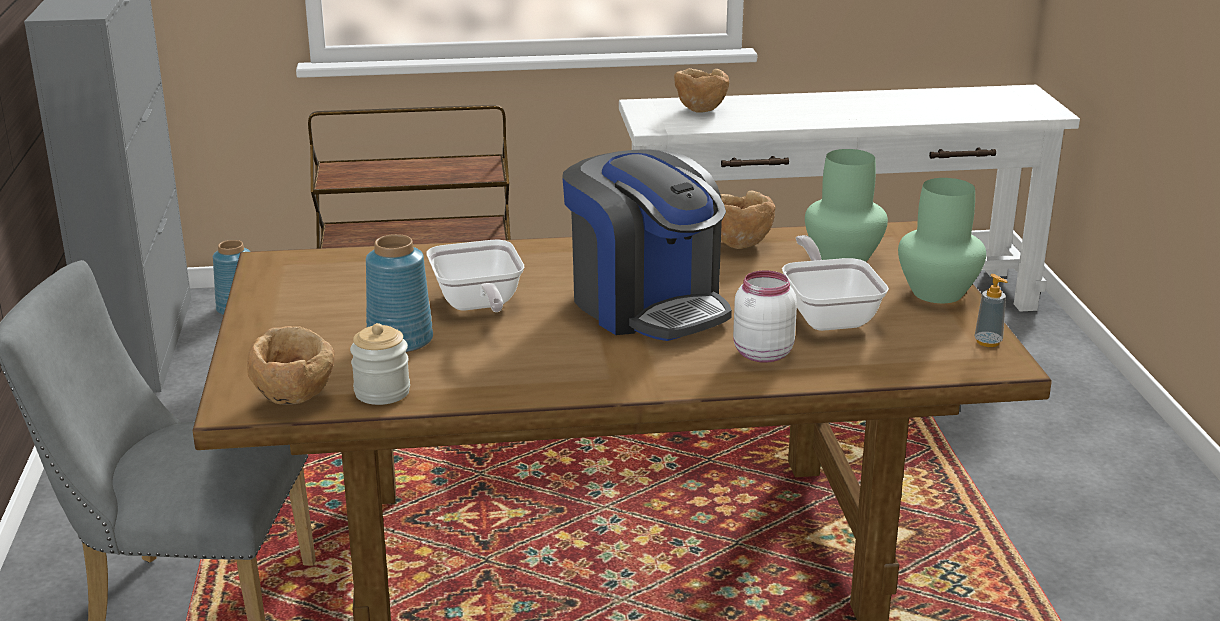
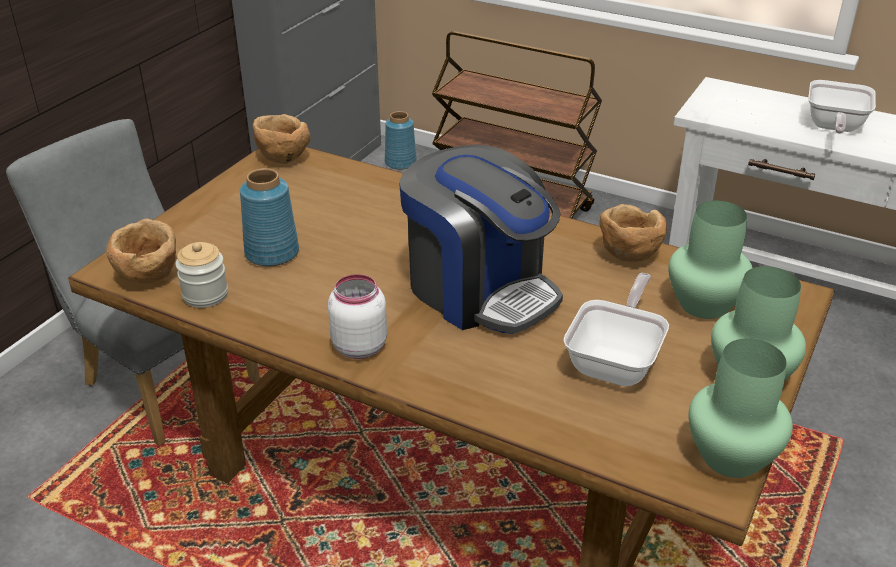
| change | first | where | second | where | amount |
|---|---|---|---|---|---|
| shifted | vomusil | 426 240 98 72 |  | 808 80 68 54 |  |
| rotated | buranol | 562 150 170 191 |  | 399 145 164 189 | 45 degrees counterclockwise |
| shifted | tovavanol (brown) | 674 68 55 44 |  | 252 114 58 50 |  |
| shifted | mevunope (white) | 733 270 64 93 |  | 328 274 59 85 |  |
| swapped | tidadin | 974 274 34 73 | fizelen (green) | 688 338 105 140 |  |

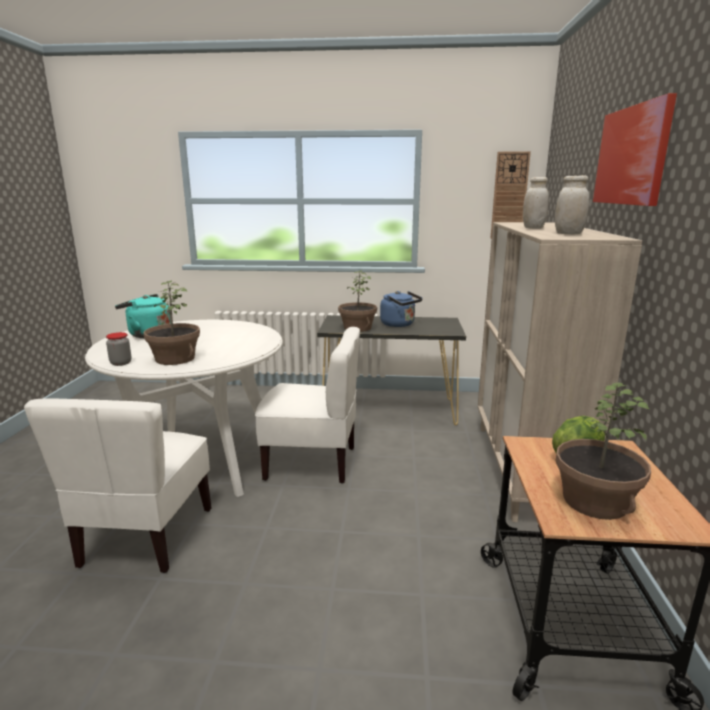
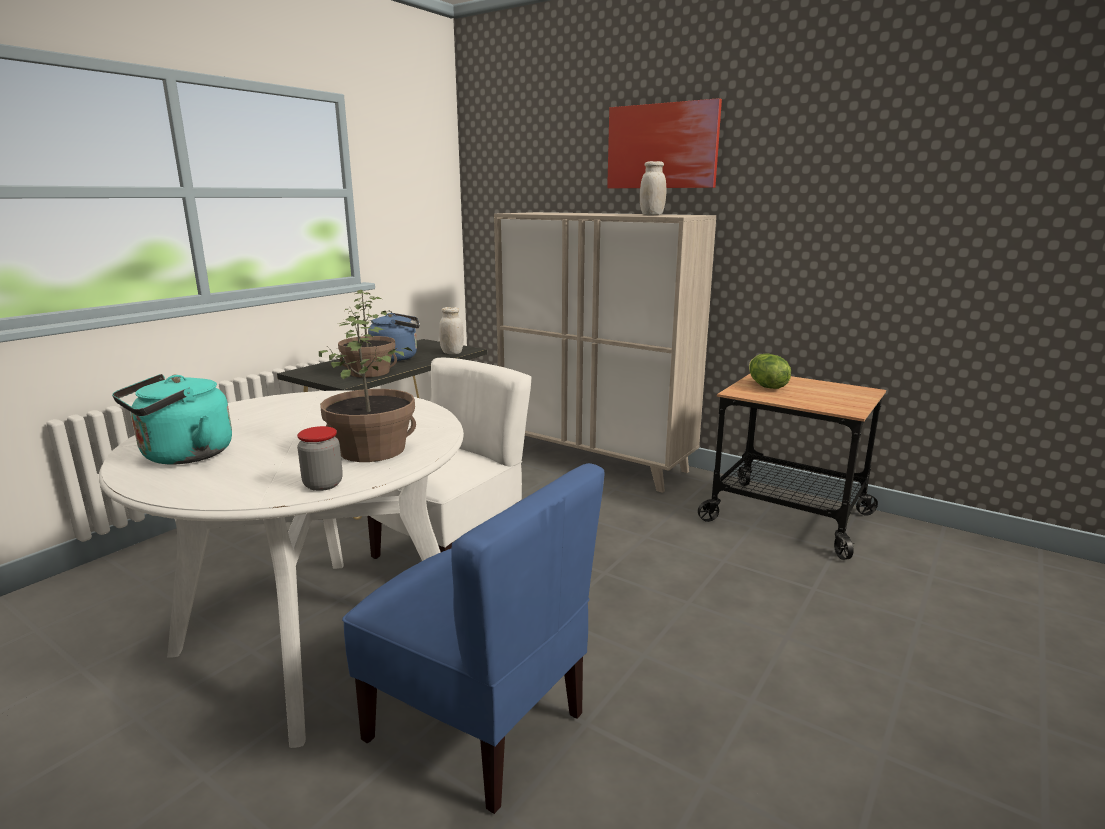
| change | first | where | second | where | amount |
|---|---|---|---|---|---|
| repainted | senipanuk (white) | 24 399 187 174 | senipanuk (blue) | 342 463 263 351 |  |
| gone | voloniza | 490 151 41 88 |  |  |  |
| shifted | mevunope (white) | 523 177 26 52 |  | 439 307 25 47 |  |
| gone | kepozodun | 556 382 95 138 |  |  |  |

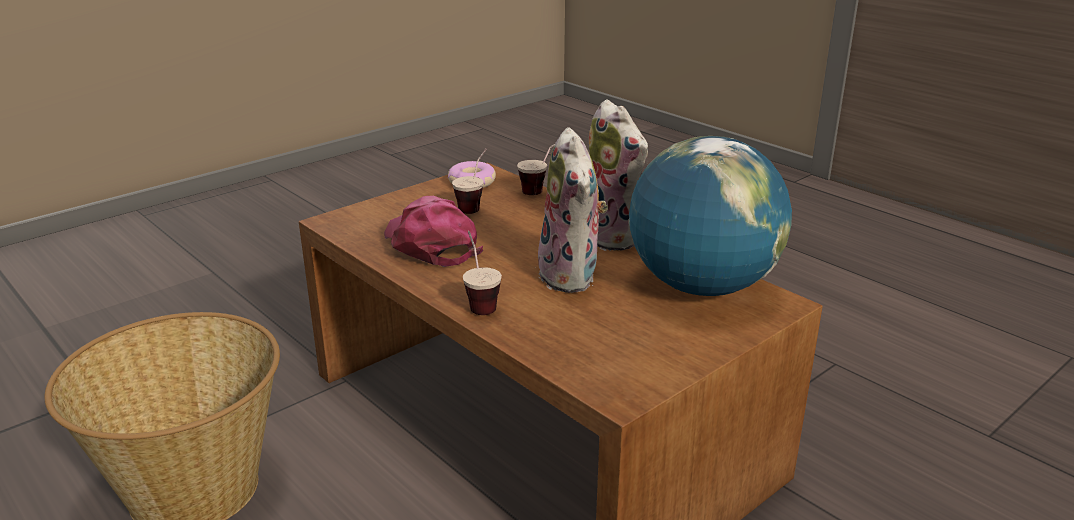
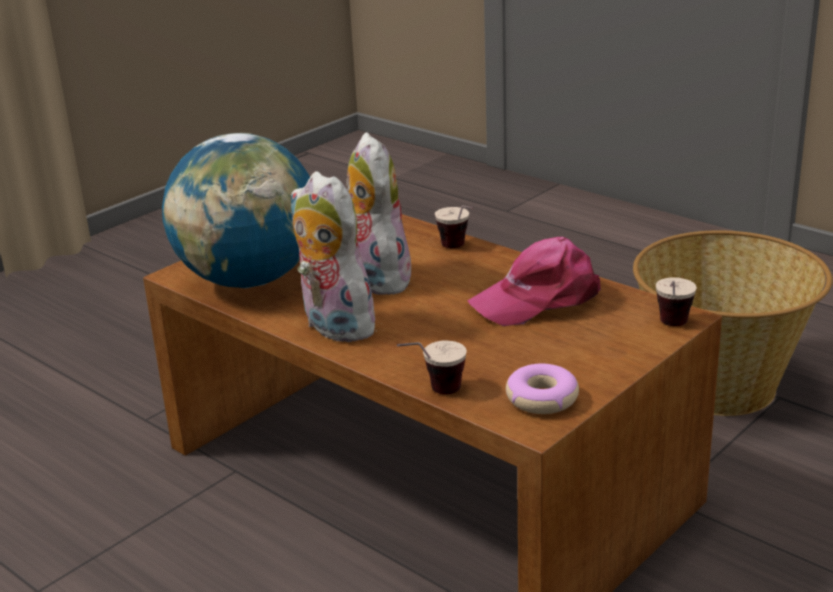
| change | first | where | second | where | amount |
|---|---|---|---|---|---|
| rotated | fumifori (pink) | 384 196 99 71 |  | 467 237 134 89 | 105 degrees clockwise |
| shifted | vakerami | 452 149 35 65 |  | 656 277 41 49 |  |

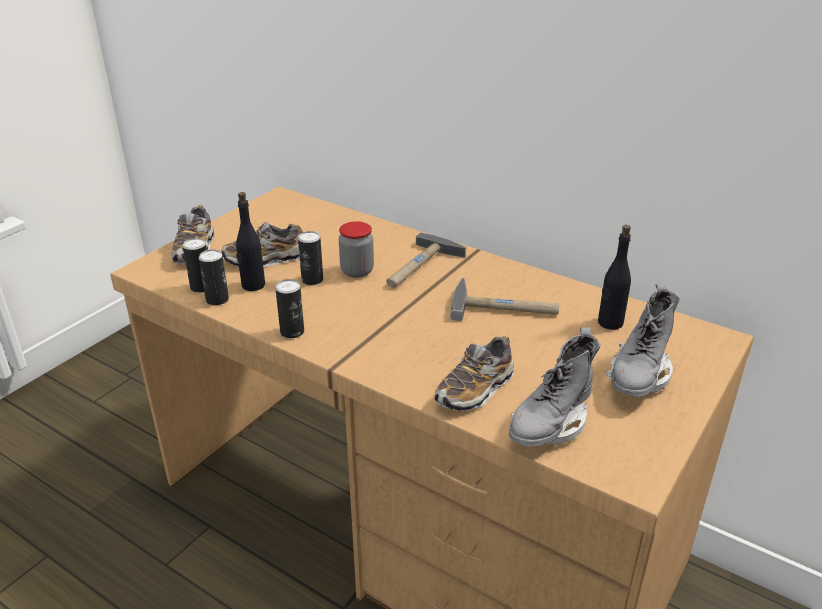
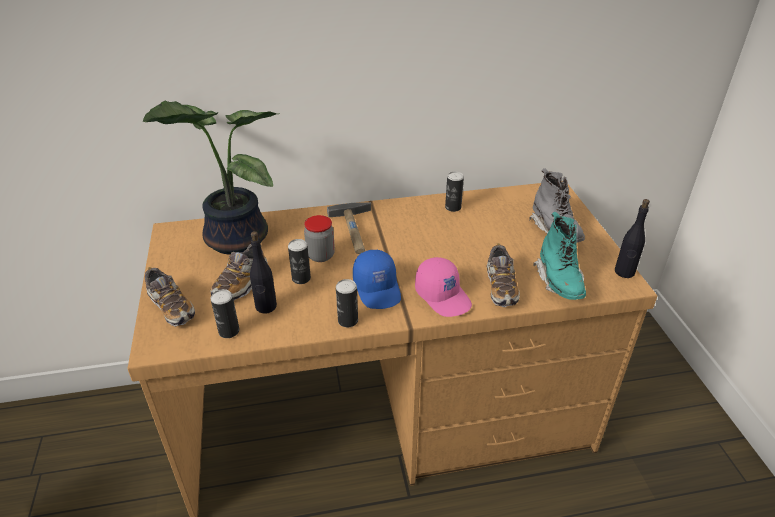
| change | first | where | second | where | amount |
|---|---|---|---|---|---|
| shifted | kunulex | 199 249 30 56 |  | 445 172 19 40 |  |
| gone | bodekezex | 450 278 109 43 |  |  |  |
| repainted | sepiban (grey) | 509 327 91 120 | sepiban (turquoise) | 533 212 53 88 |  |
| shifted | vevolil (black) | 598 225 33 105 |  | 615 199 35 79 |  |
| new |  |  | kepozodun | 143 100 136 155 |  |
| new |  |  | fumifori (blue) | 353 250 48 59 |  |
| new |  |  | fumifori (pink) | 415 257 57 60 |  |

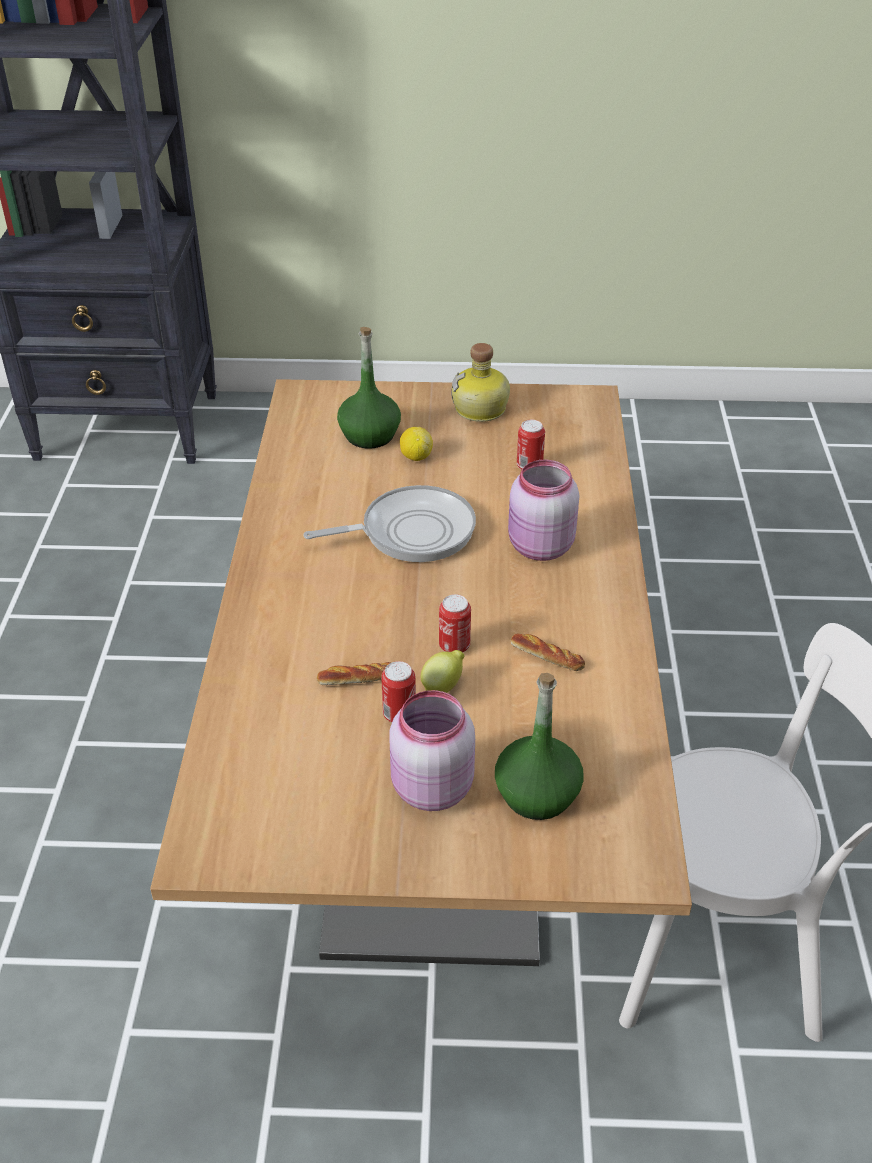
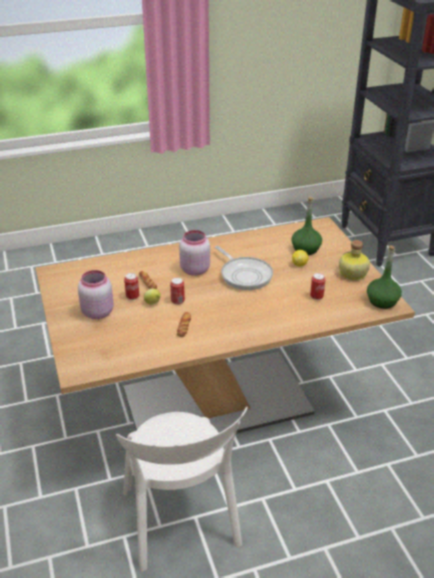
| change | first | where | second | where | amount |
|---|---|---|---|---|---|
| shifted | vevolil (green) | 495 673 89 147 |  | 367 245 35 64 |  |
| shifted | mevunope (pink) | 508 460 71 101 |  | 179 230 31 46 |  |

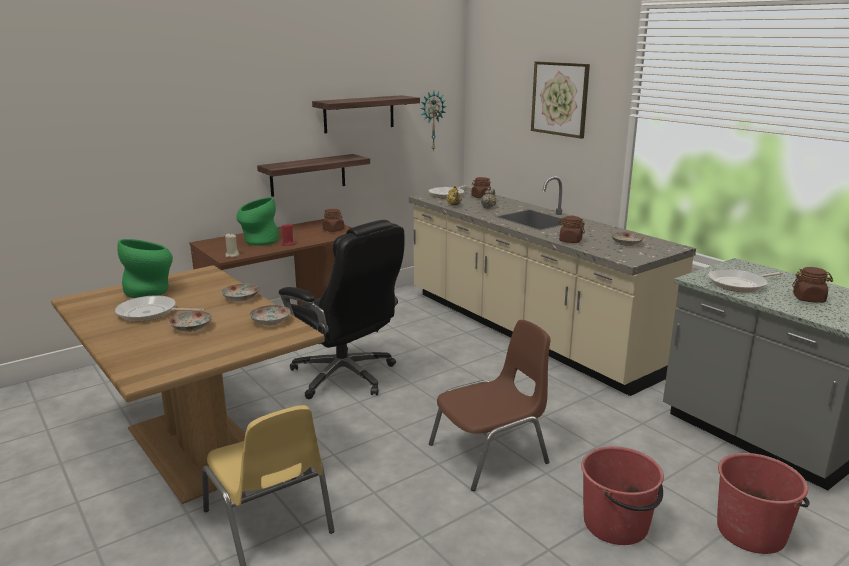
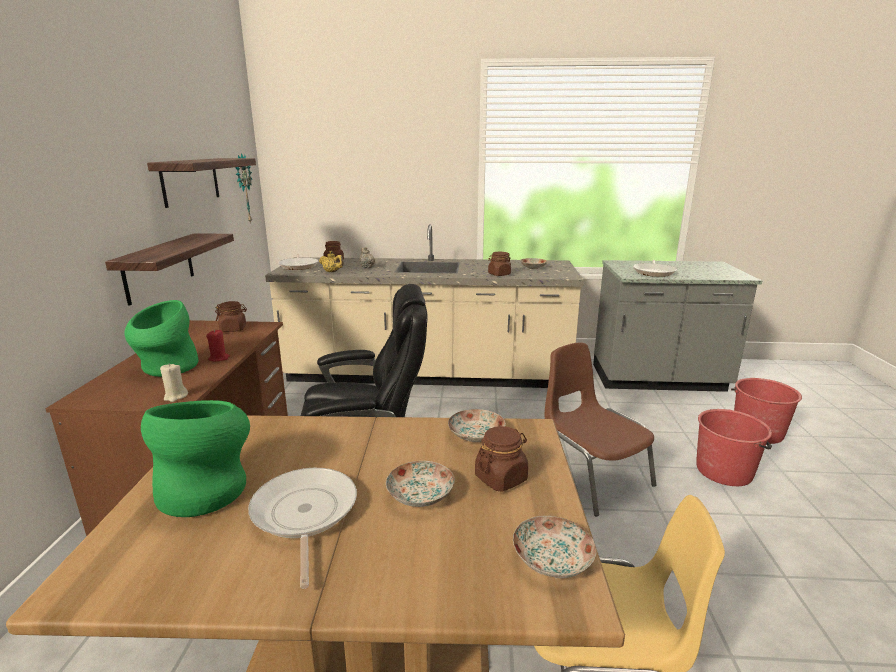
| change | first | where | second | where | amount |
|---|---|---|---|---|---|
| rotated | vomusil | 115 296 90 25 |  | 248 468 109 121 | 120 degrees clockwise |
| shifted | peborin | 221 283 38 18 |  | 513 516 83 62 |  |
| rotated | senipanuk (brown) | 429 320 122 171 |  | 545 342 111 174 | 45 degrees counterclockwise |
| gone | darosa | 531 62 59 77 |  |  |  |
| shifted | mevunope (brown) | 792 267 41 36 |  | 475 426 53 66 |  |

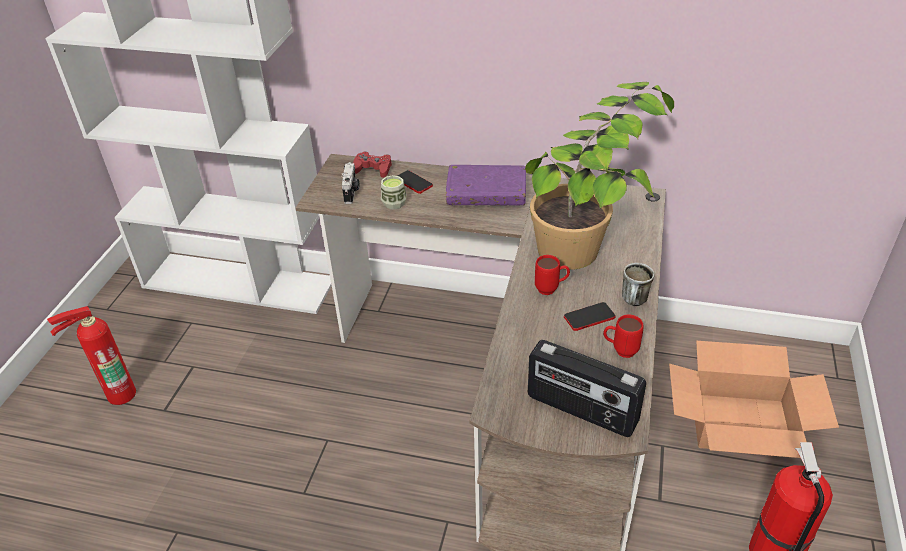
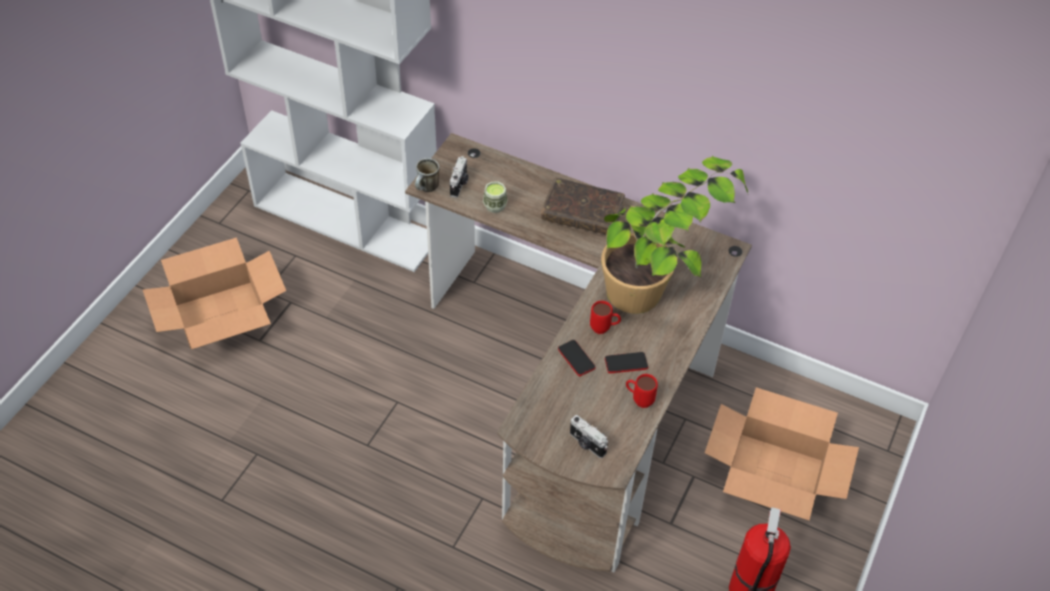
| change | first | where | second | where | amount |
|---|---|---|---|---|---|
| swapped | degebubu | 47 306 89 99 | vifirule | 143 237 143 112 |  |
| gone | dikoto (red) | 353 152 39 26 |  |  |  |
| shifted | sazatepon | 398 170 35 24 |  | 558 340 37 36 |  |
| repainted | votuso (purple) | 446 165 80 40 | votuso (brown) | 541 178 84 57 |  |
| swapped | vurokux | 528 340 118 97 | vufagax | 570 415 38 43 |  |
| shifted | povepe | 622 263 32 43 |  | 415 158 24 34 |  |

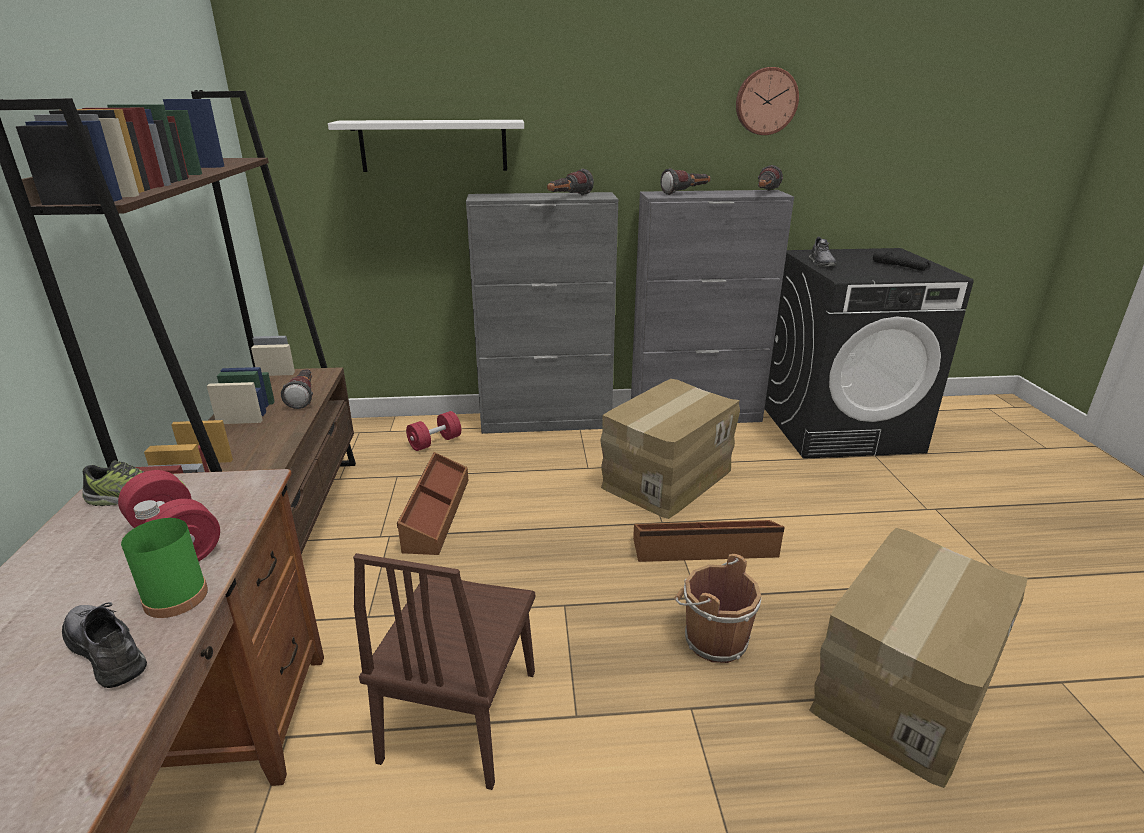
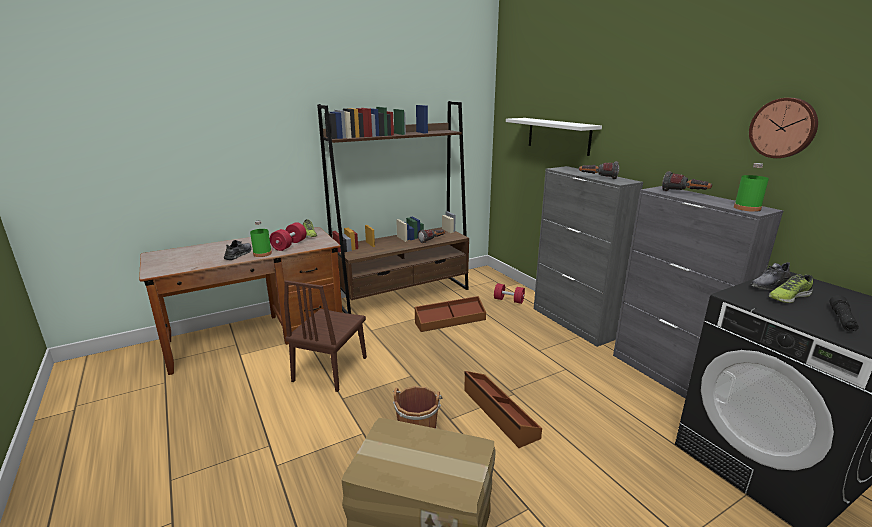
| change | first | where | second | where | amount |
|---|---|---|---|---|---|
| rotated | senipanuk (brown) | 353 553 182 237 |  | 284 280 83 112 | 60 degrees counterclockwise |
| gone | vifirule | 601 379 139 140 |  |  |  |
| swapped | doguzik | 758 165 25 26 | vevolil (green) | 734 163 35 49 |  |
| new |  |  | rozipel | 769 274 44 29 |  |

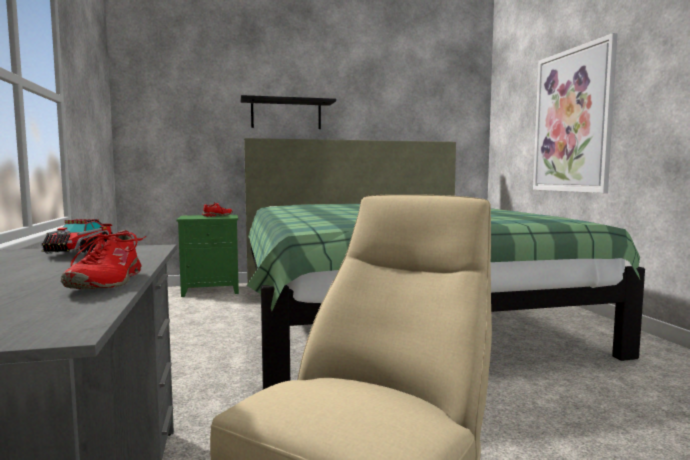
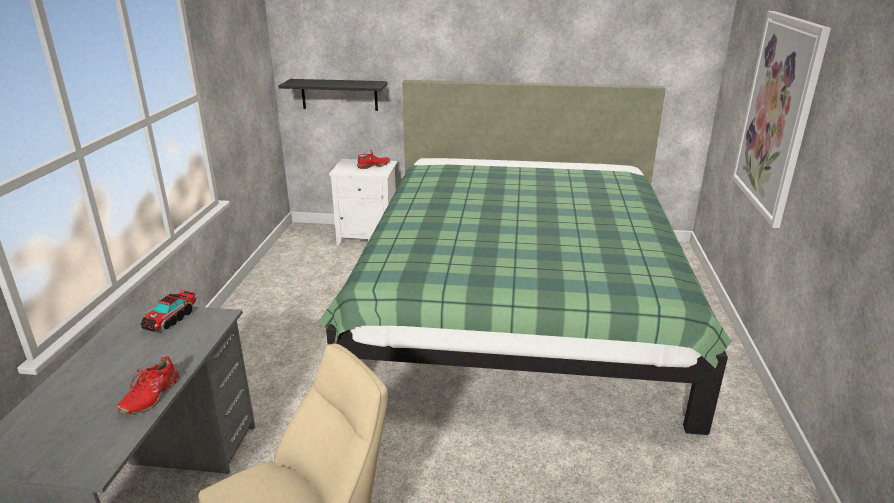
| change | first | where | second | where | amount |
|---|---|---|---|---|---|
| repainted | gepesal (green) | 176 215 63 82 | gepesal (white) | 329 159 69 86 |  |
| shifted | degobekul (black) | 240 95 96 34 |  | 279 79 109 32 |  |

